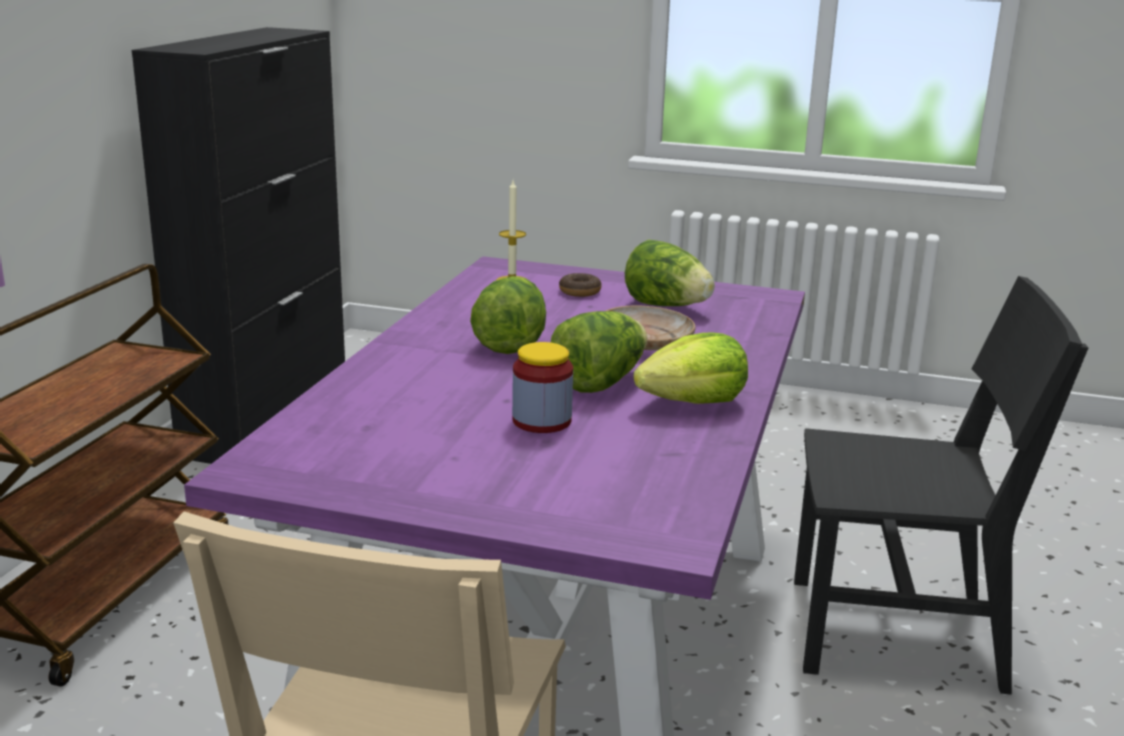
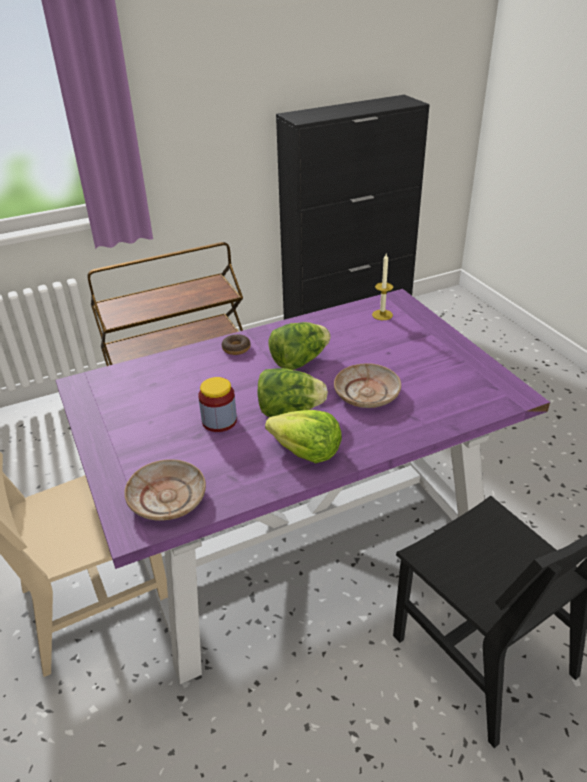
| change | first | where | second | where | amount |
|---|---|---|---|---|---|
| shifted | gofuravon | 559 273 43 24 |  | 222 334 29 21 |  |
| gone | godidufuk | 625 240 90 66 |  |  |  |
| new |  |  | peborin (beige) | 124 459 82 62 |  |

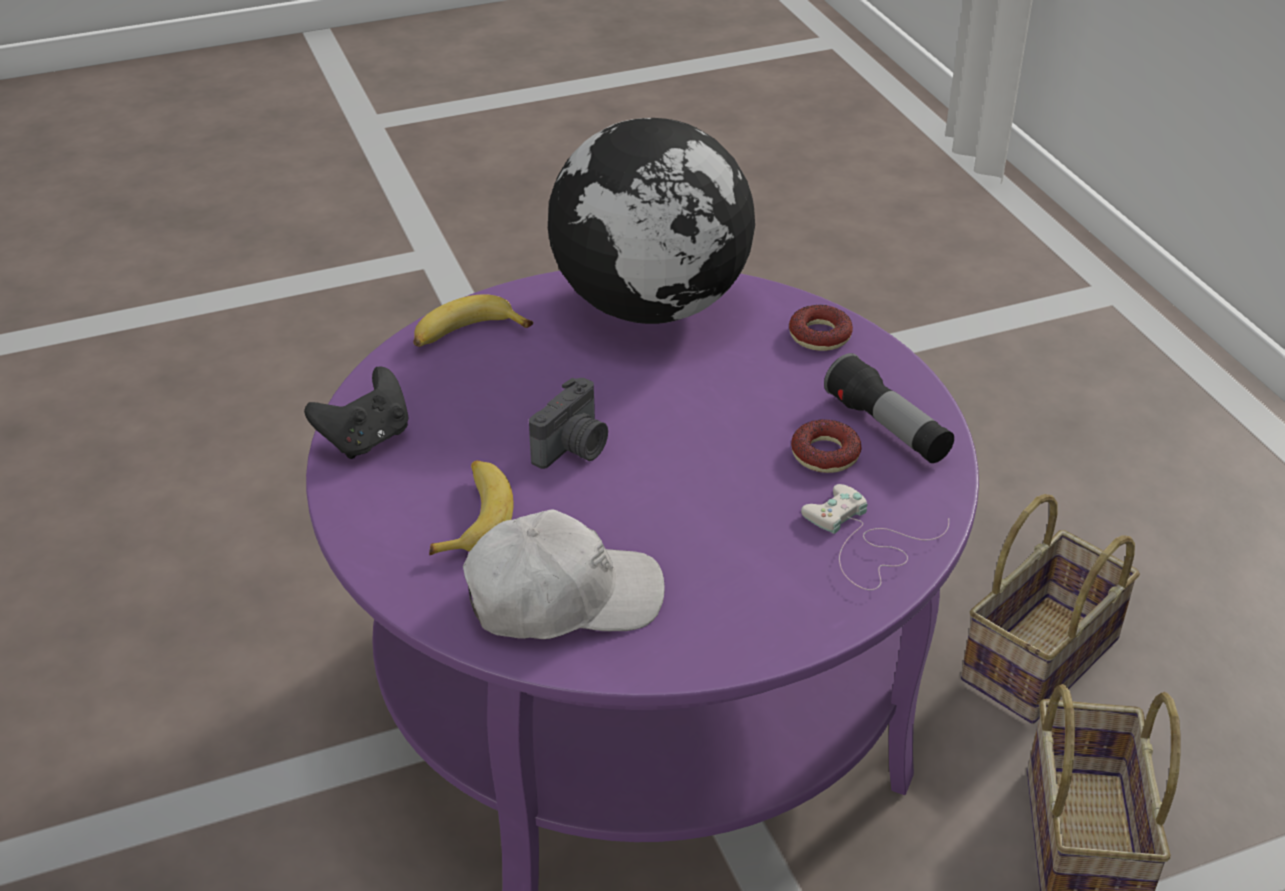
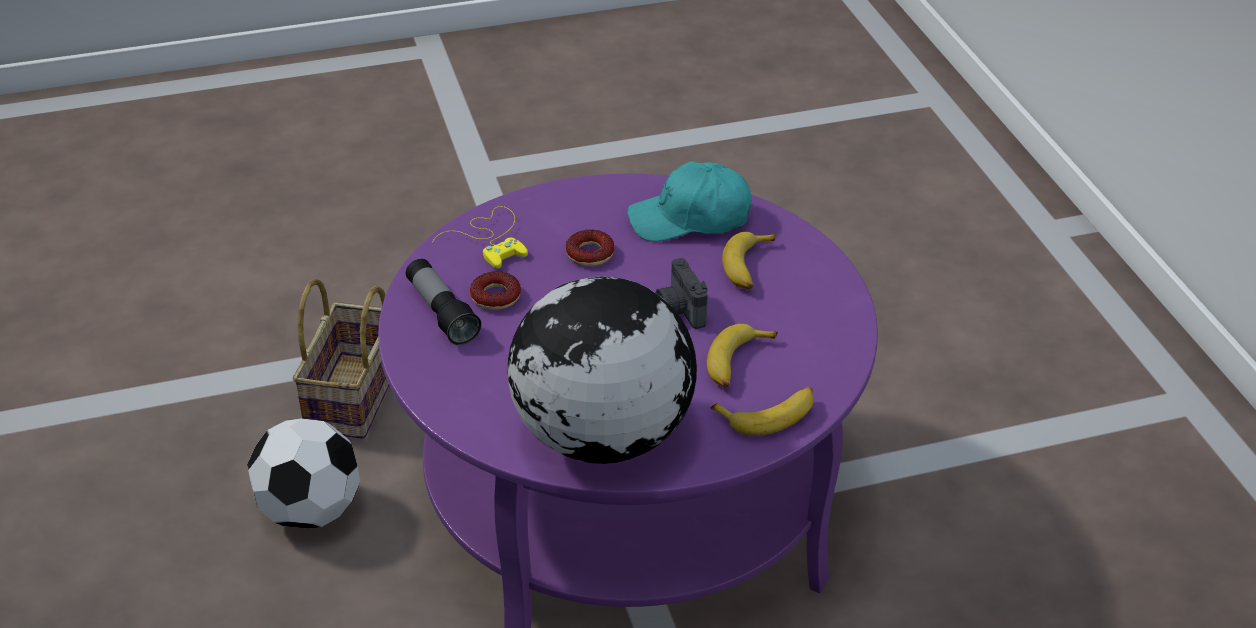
| change | first | where | second | where | amount |
|---|---|---|---|---|---|
| gone | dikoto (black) | 304 366 105 93 |  |  |  |
| repainted | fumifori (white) | 463 510 202 129 | fumifori (turquoise) | 627 162 124 80 |  |
| rotated | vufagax | 529 378 79 91 |  | 656 258 52 71 | 60 degrees counterclockwise |
| shifted | gofuravon | 789 305 64 46 |  | 565 229 50 37 |  |
| repainted | dikoto (white) | 801 484 148 106 | dikoto (yellow) | 432 206 96 63 |  |
| swapped | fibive | 961 494 179 230 | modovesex | 247 418 113 110 |  |
| new |  |  | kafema | 707 324 71 64 |  |

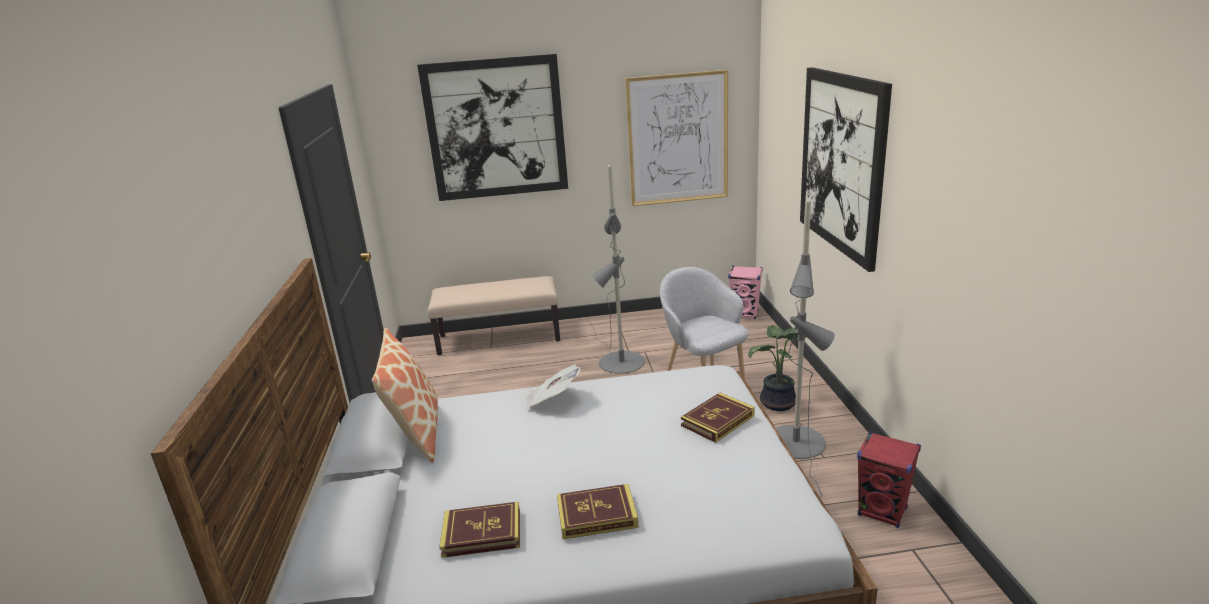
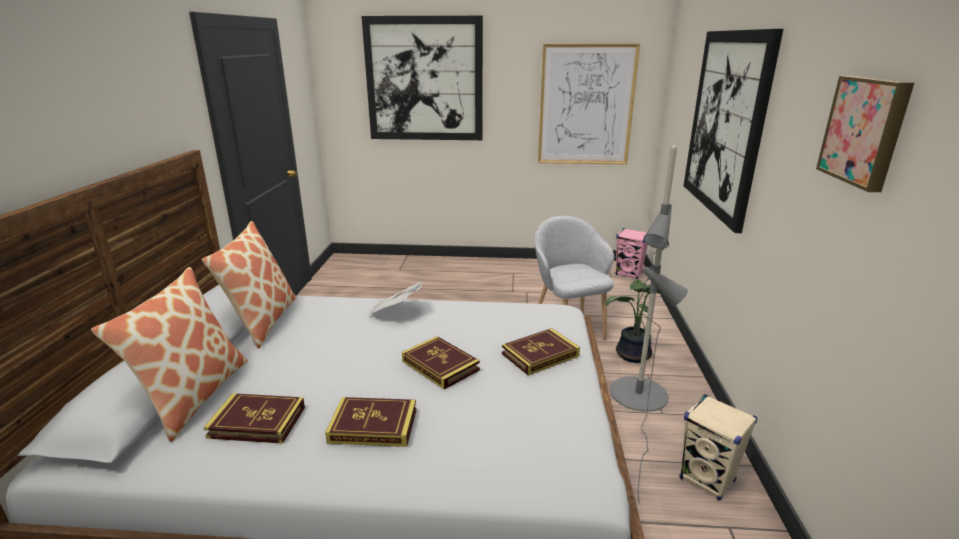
| change | first | where | second | where | amount |
|---|---|---|---|---|---|
| gone | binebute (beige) | 428 276 132 79 |  |  |  |
| gone | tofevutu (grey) | 587 165 58 209 |  |  |  |
| repainted | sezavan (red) | 857 432 64 96 | sezavan (beige) | 679 394 79 107 |  |
| new |  |  | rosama | 91 267 157 175 |  |
| new |  |  | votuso | 402 336 78 54 |  |
| new |  |  | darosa | 816 76 98 116 |  |

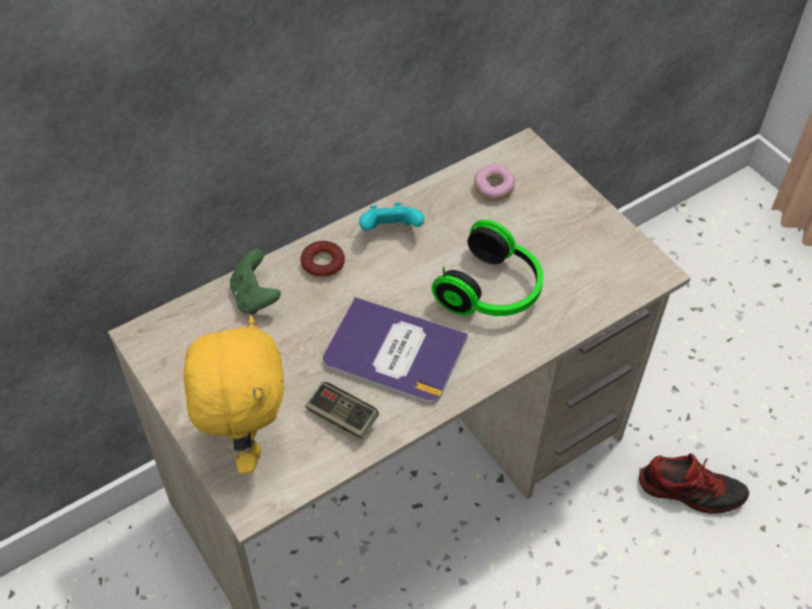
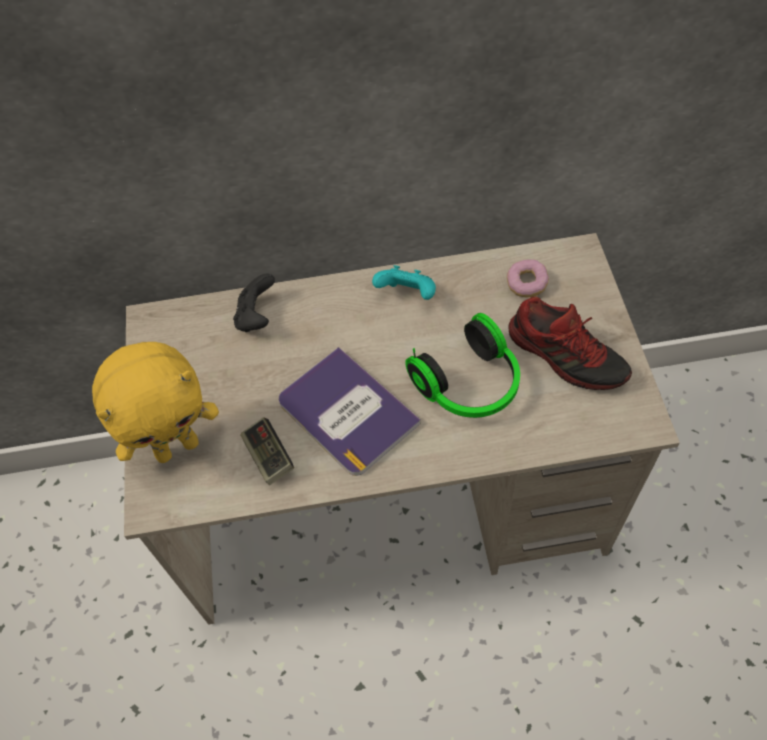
| change | first | where | second | where | amount |
|---|---|---|---|---|---|
| rotated | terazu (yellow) | 183 315 101 159 |  | 92 342 127 121 | 45 degrees clockwise |
| repainted | dikoto (green) | 230 249 51 66 | dikoto (black) | 233 273 42 59 |  |
| gone | gofuravon | 301 241 44 37 |  |  |  |
| shifted | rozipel | 639 453 110 61 |  | 508 296 124 94 |  |

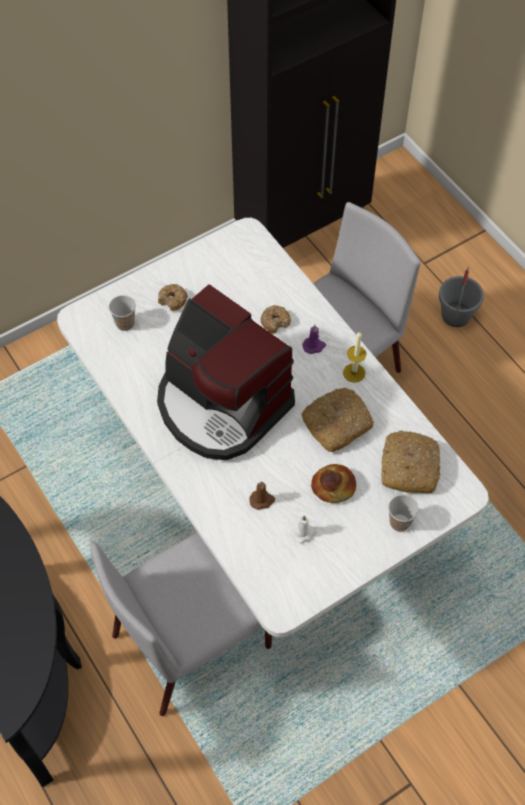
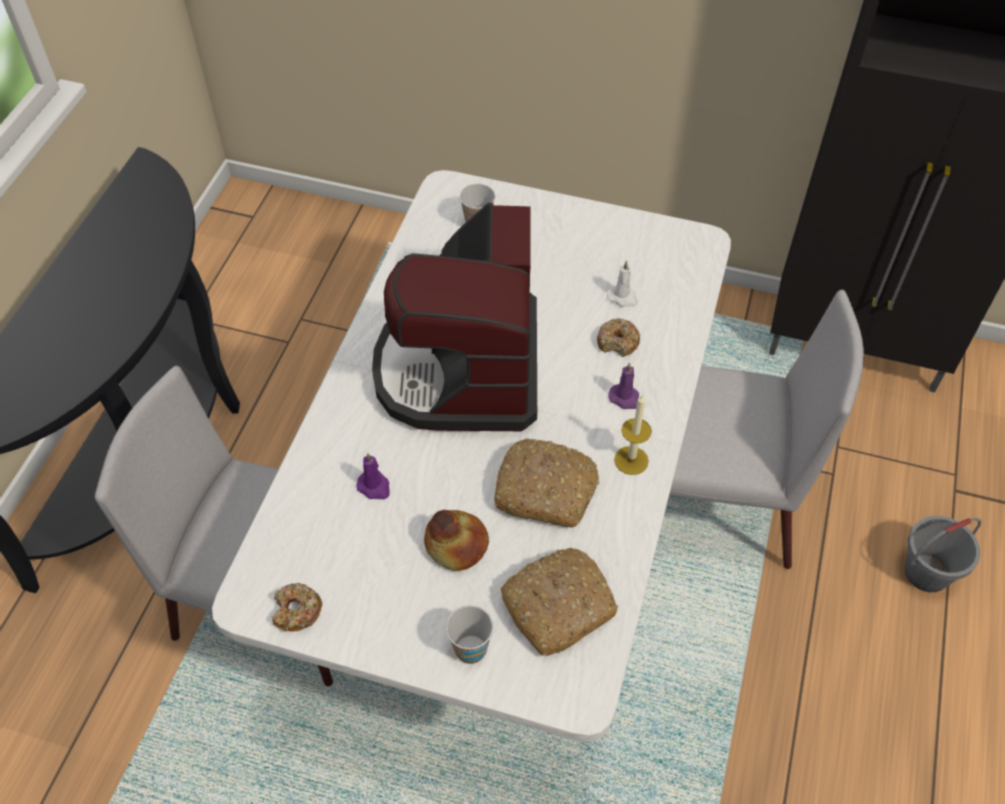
| change | first | where | second | where | amount |
|---|---|---|---|---|---|
| shifted | gofuravon | 158 284 30 27 |  | 271 583 51 49 |  |
| repainted | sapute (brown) | 249 481 26 29 | sapute (purple) | 356 453 34 46 |  |
| shifted | sapute (white) | 291 515 26 29 |  | 607 260 31 47 |  |

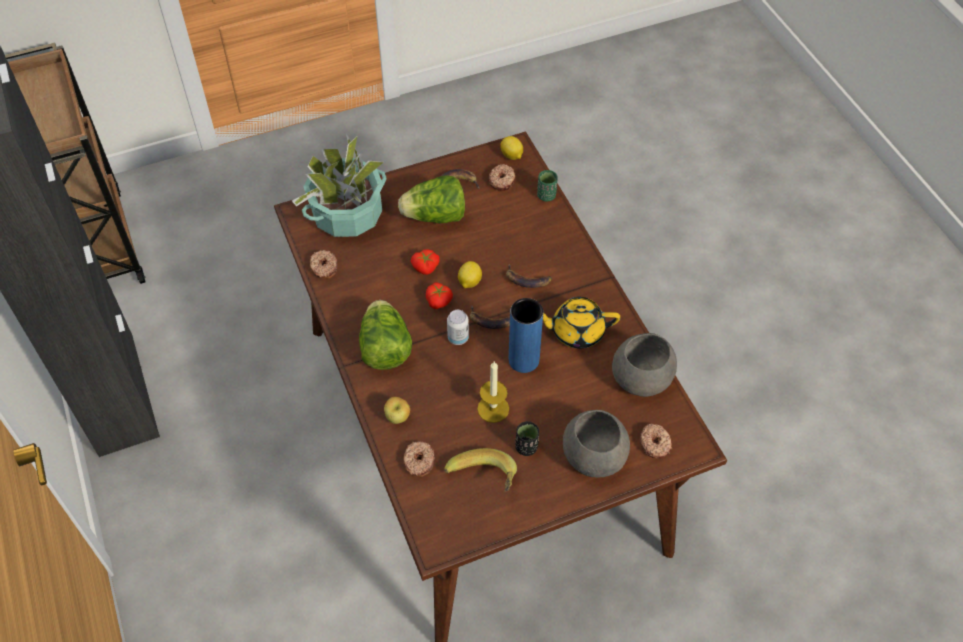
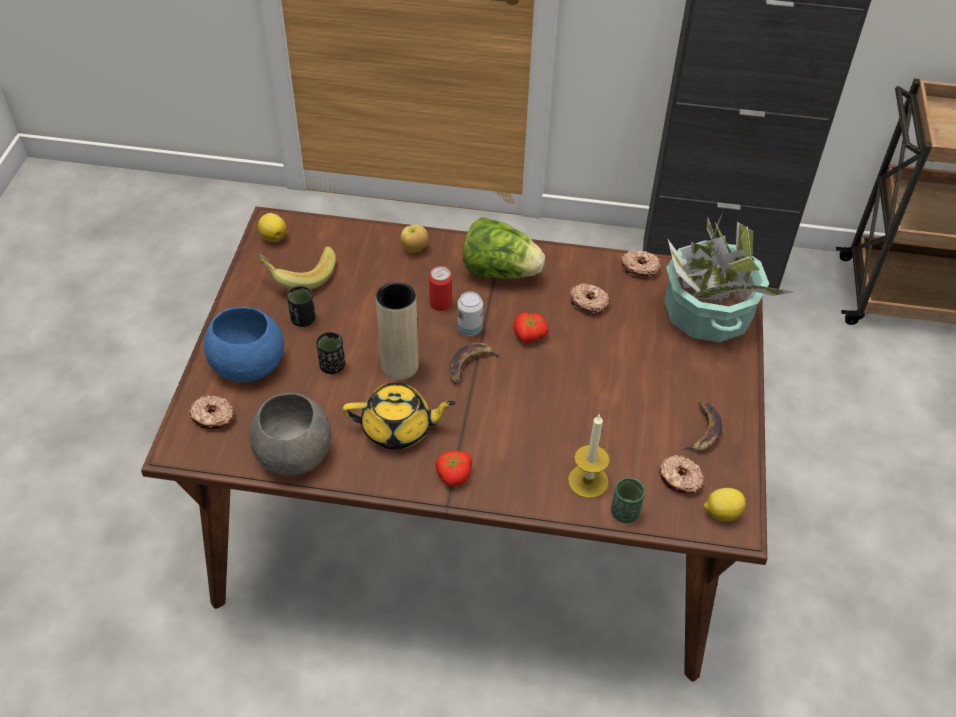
| change | first | where | second | where | amount |
|---|---|---|---|---|---|
| gone | godidufuk | 398 175 67 49 |  |  |  |
| shifted | gofuravon | 403 441 32 36 |  | 570 283 40 32 |  |
| shifted | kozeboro | 411 249 29 26 |  | 435 450 37 37 |  |
| shifted | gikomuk | 458 261 24 27 |  | 258 213 29 29 |  |
| shifted | sapute | 477 362 32 61 |  | 568 415 42 83 |  |
| gone | kafema | 506 264 46 24 |  |  |  |
| repainted | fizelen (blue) | 509 298 34 75 | fizelen (beige) | 376 282 43 98 |  |
| rotated | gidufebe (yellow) | 543 297 77 51 |  | 343 383 113 67 | 60 degrees clockwise |
| repainted | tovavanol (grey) | 563 410 67 68 | tovavanol (blue) | 204 307 80 75 |  |
| new |  |  | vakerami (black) | 316 332 29 42 |  |
| new |  |  | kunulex | 429 266 23 45 |  |

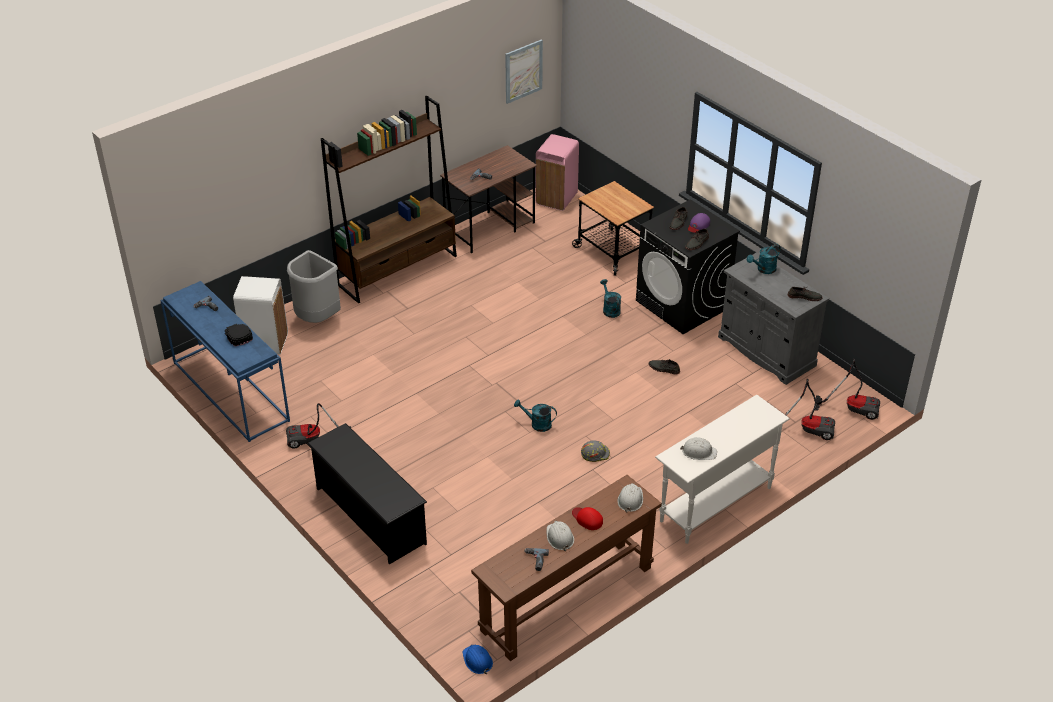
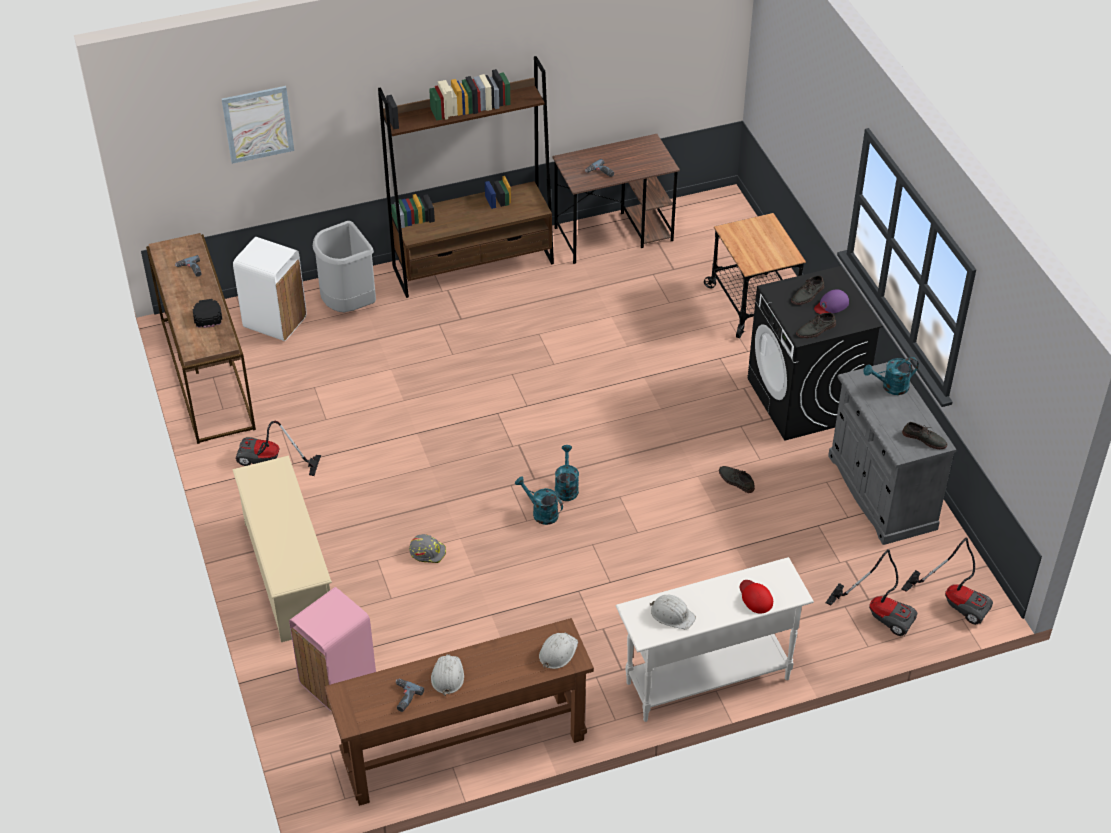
| change | first | where | second | where | amount |
|---|---|---|---|---|---|
| repainted | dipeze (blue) | 160 281 130 161 | dipeze (brown) | 146 233 110 211 |  |
| repainted | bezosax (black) | 307 423 120 141 | bezosax (beige) | 232 456 100 186 |  |
| gone | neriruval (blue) | 463 645 30 29 |  |  |  |
| shifted | darosa | 505 39 38 65 |  | 222 86 72 78 |  |
| shifted | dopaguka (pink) | 535 134 44 77 |  | 289 587 87 125 |  |
| shifted | fumifori (red) | 572 507 31 23 |  | 740 580 33 33 |  |
| shifted | neriruval (grey) | 581 440 29 22 |  | 409 534 37 29 |  |
| shifted | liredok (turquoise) | 600 279 21 39 |  | 555 445 24 56 |  |

